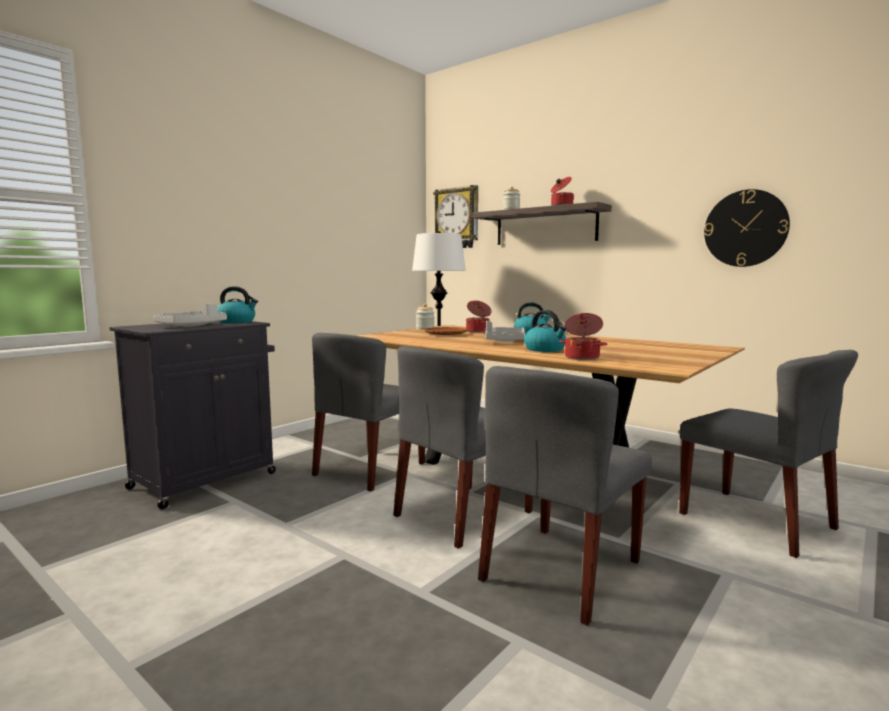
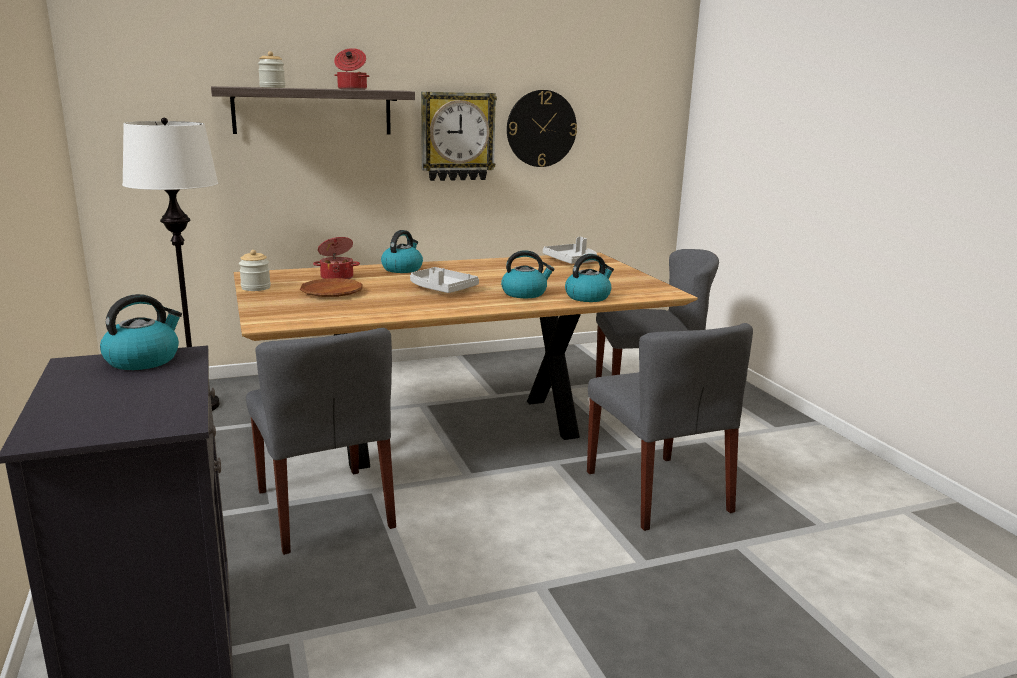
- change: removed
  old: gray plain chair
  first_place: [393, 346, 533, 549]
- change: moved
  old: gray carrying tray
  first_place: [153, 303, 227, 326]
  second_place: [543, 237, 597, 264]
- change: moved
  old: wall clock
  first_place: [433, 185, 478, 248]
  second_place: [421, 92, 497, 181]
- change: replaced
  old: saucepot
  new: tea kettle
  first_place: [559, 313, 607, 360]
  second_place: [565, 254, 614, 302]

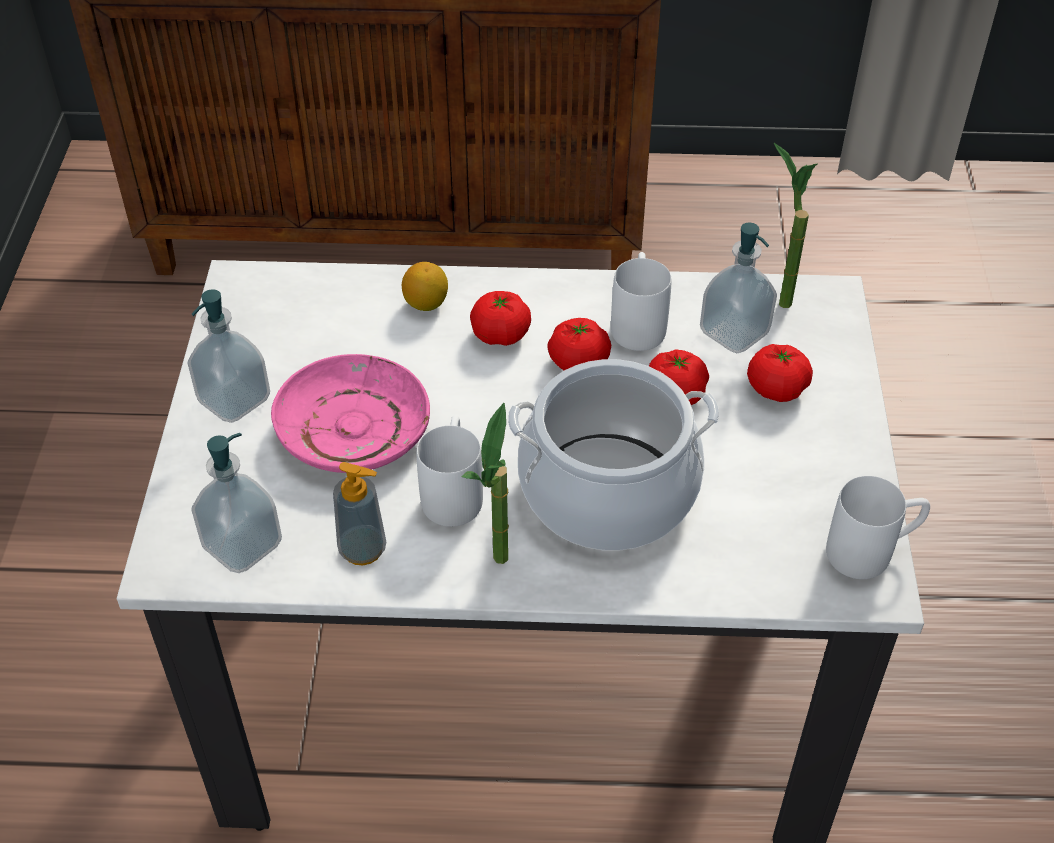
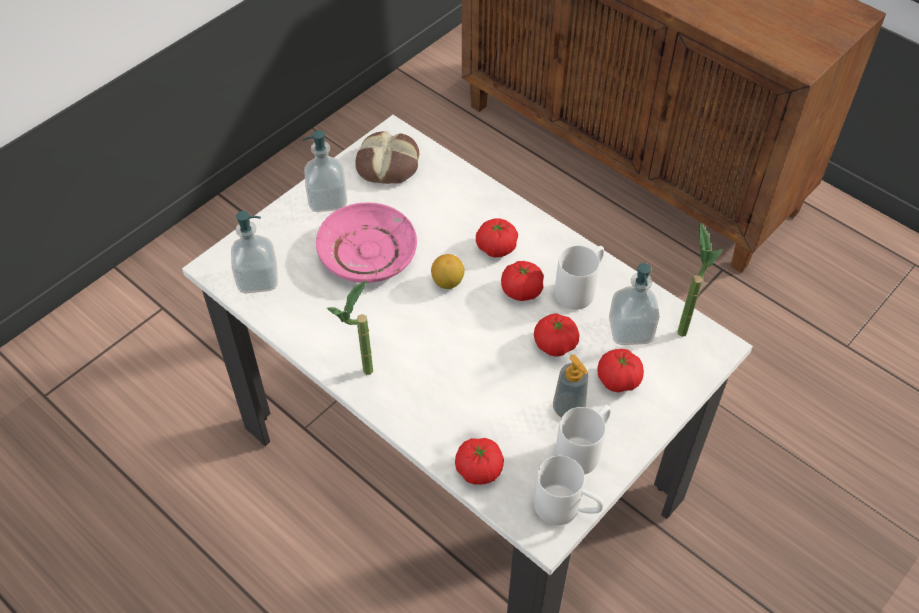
- change: removed
  old: saucepot
  first_place: [508, 359, 719, 551]
- change: added
  new: bakery bread
  second_place: [355, 131, 419, 184]
- change: added
  new: fresh tomato
  second_place: [455, 438, 504, 485]
- change: moved
  old: soap bottle
  first_place: [333, 462, 386, 565]
  second_place: [553, 355, 588, 418]
- change: moved
  old: whole lemon
  first_place: [402, 262, 448, 311]
  second_place: [431, 254, 465, 289]
- change: moved
  old: white-coloured tea mug
  first_place: [417, 415, 483, 527]
  second_place: [556, 405, 611, 475]

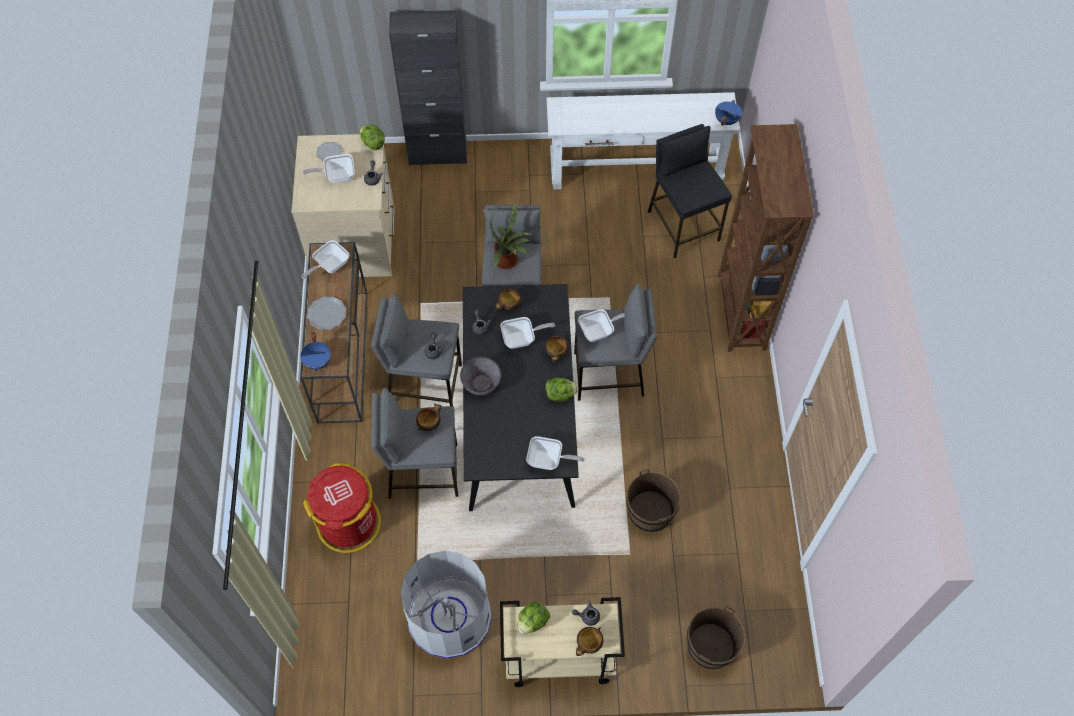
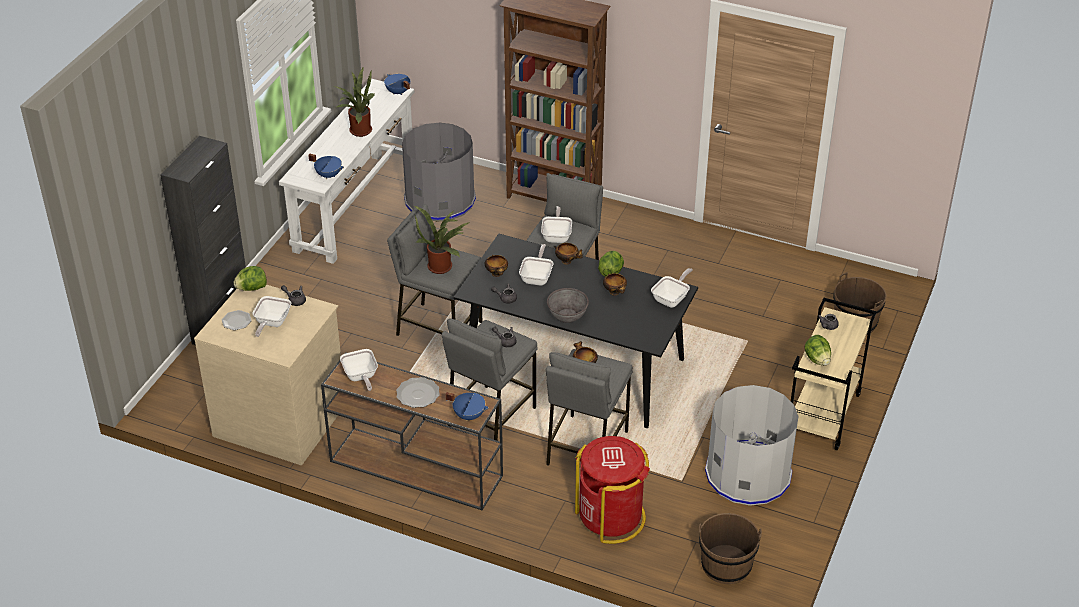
- change: added
  new: blue saucepot
  second_place: [308, 154, 344, 179]
- change: added
  new: plant in a pot
  second_place: [334, 67, 375, 137]
- change: moved
  old: deep dish
  first_place: [576, 627, 604, 656]
  second_place: [603, 273, 627, 296]
- change: moved
  old: brown-coloured water bucket
  first_place: [626, 469, 681, 532]
  second_place: [699, 513, 762, 584]
- change: replaced
  old: black-coloured sitting stool
  new: gray trash can
  first_place: [648, 124, 732, 258]
  second_place: [402, 122, 476, 221]

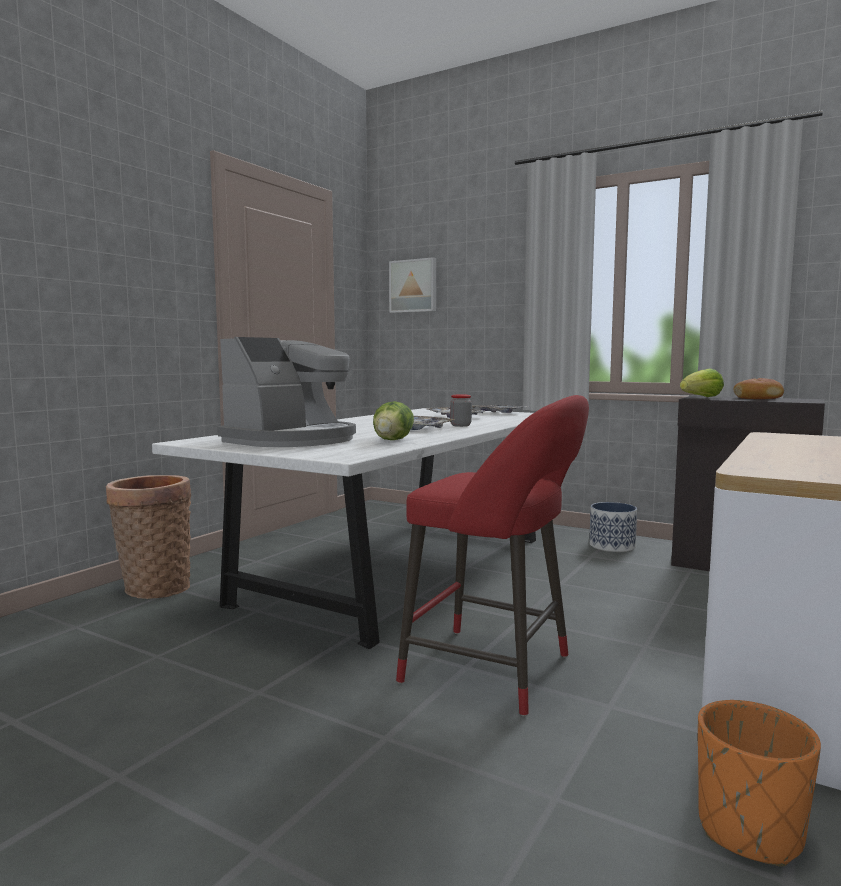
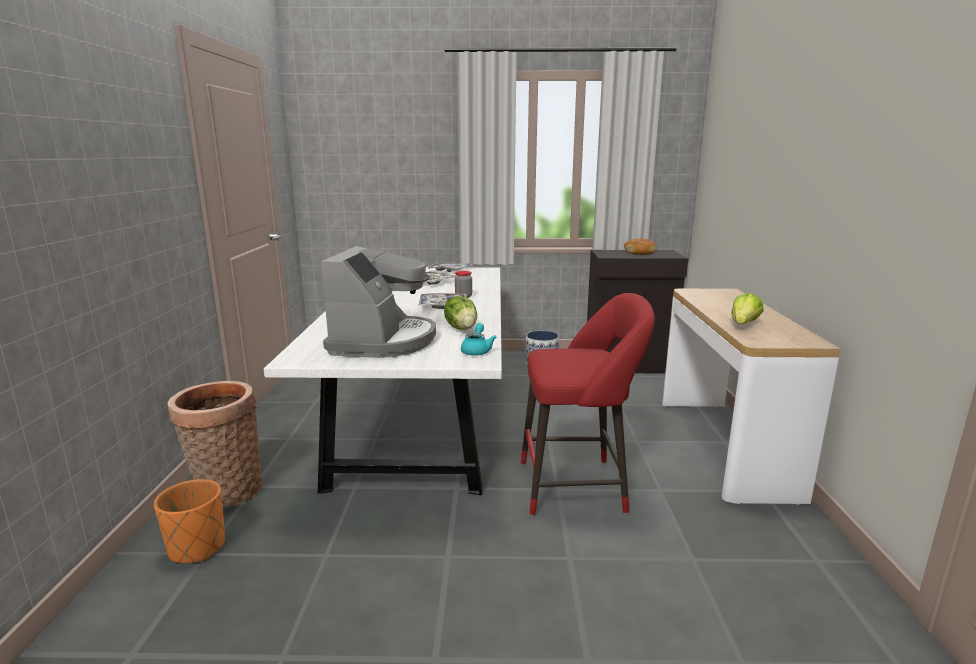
- change: removed
  old: wall art
  first_place: [389, 257, 436, 313]
- change: added
  new: blue-green pot for tea
  second_place: [461, 323, 497, 356]
- change: moved
  old: lettuce
  first_place: [680, 369, 724, 397]
  second_place: [731, 293, 764, 324]
- change: moved
  old: orange plant pot
  first_place: [698, 700, 821, 867]
  second_place: [154, 479, 225, 563]

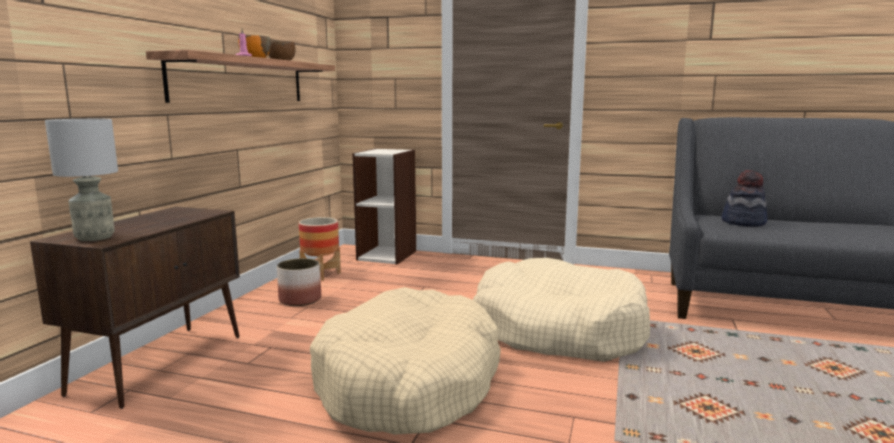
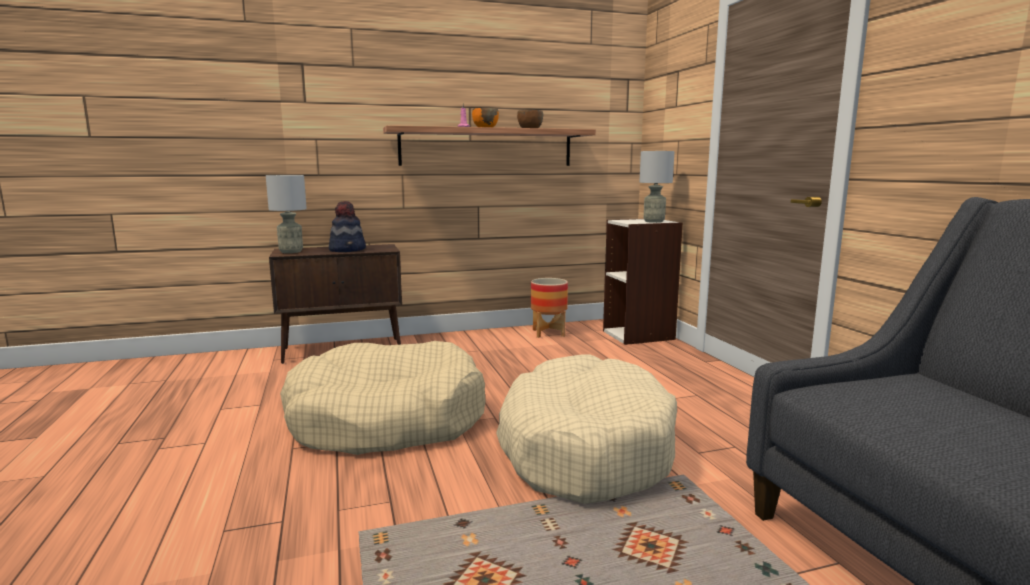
- change: removed
  old: plant pot
  first_place: [277, 258, 321, 306]
- change: added
  new: gray table lamp
  second_place: [639, 151, 674, 223]
- change: moved
  old: wearable hat
  first_place: [722, 170, 767, 227]
  second_place: [329, 201, 366, 252]

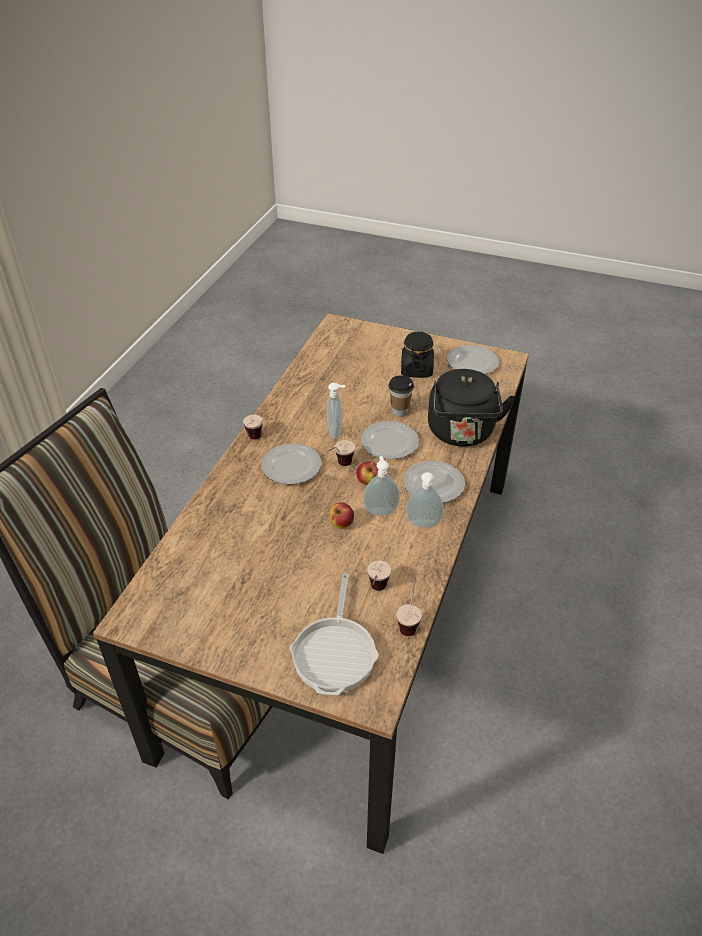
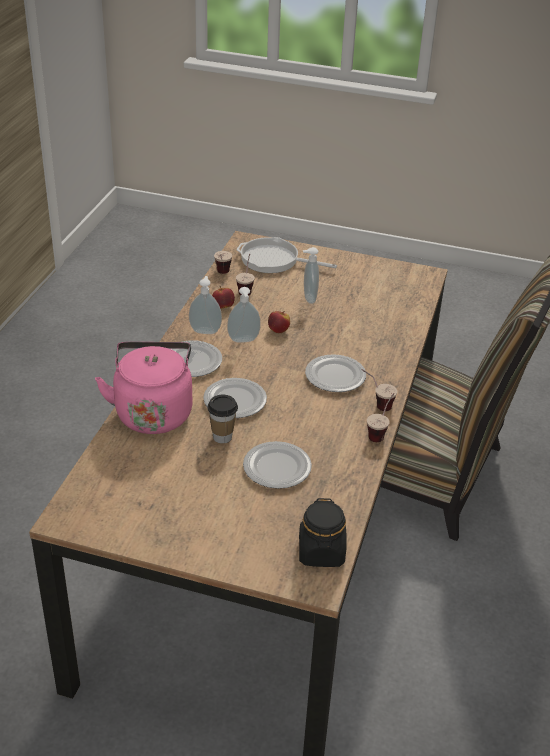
- change: moved
  old: soap bottle
  first_place: [327, 383, 345, 439]
  second_place: [303, 247, 319, 304]
- change: moved
  old: drinking cup
  first_place: [328, 440, 355, 466]
  second_place: [367, 393, 394, 442]
- change: moved
  old: apple fruit
  first_place: [356, 461, 378, 485]
  second_place: [212, 286, 235, 308]
- change: moved
  old: black-coloured storage jar
  first_place: [401, 331, 434, 378]
  second_place: [299, 498, 347, 567]
- change: moved
  old: plate
  first_place: [447, 345, 499, 374]
  second_place: [243, 441, 312, 489]
- change: recoloured
  old: black-coloured tea kettle
  new: pink-coloured tea kettle
  first_place: [428, 369, 515, 447]
  second_place: [95, 342, 193, 434]
- change: turned
  old: pan
  first_place: [290, 574, 379, 695]
  second_place: [237, 237, 337, 273]
  degrees: -75

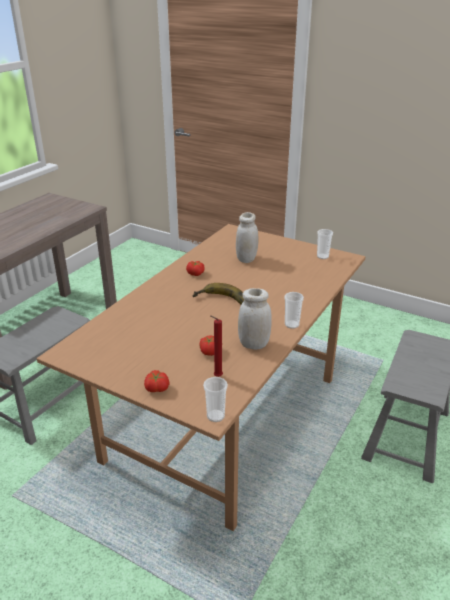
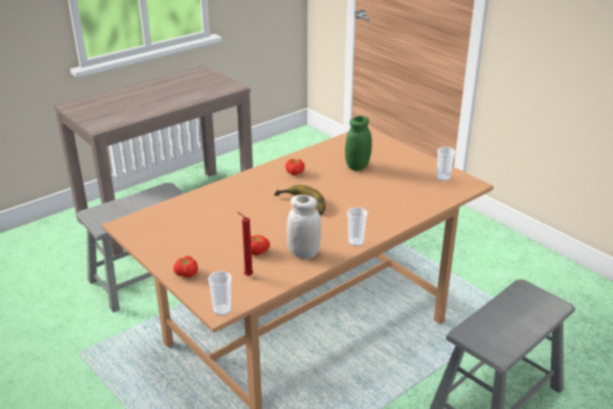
- change: recoloured
  old: white-coloured storage jar
  new: greenish storage jar
  first_place: [236, 212, 258, 263]
  second_place: [345, 116, 372, 171]

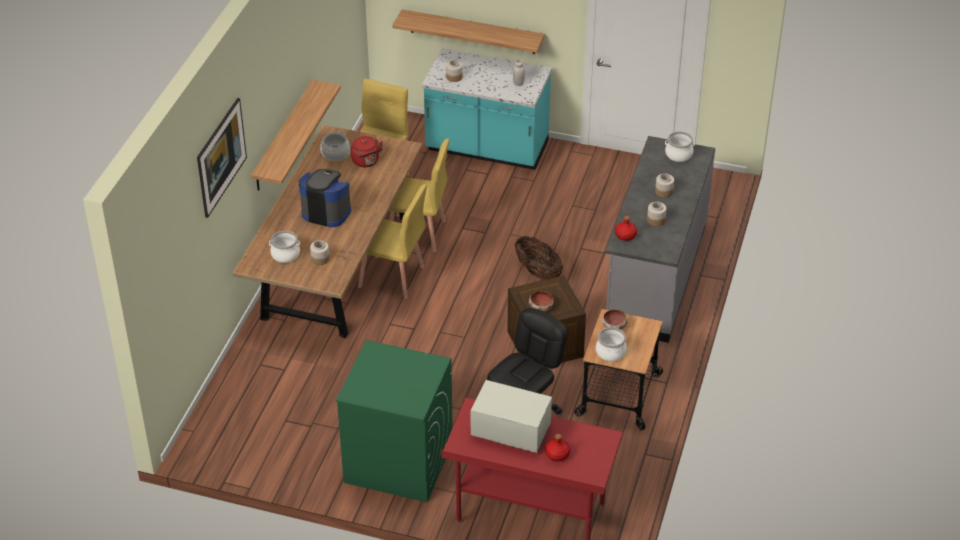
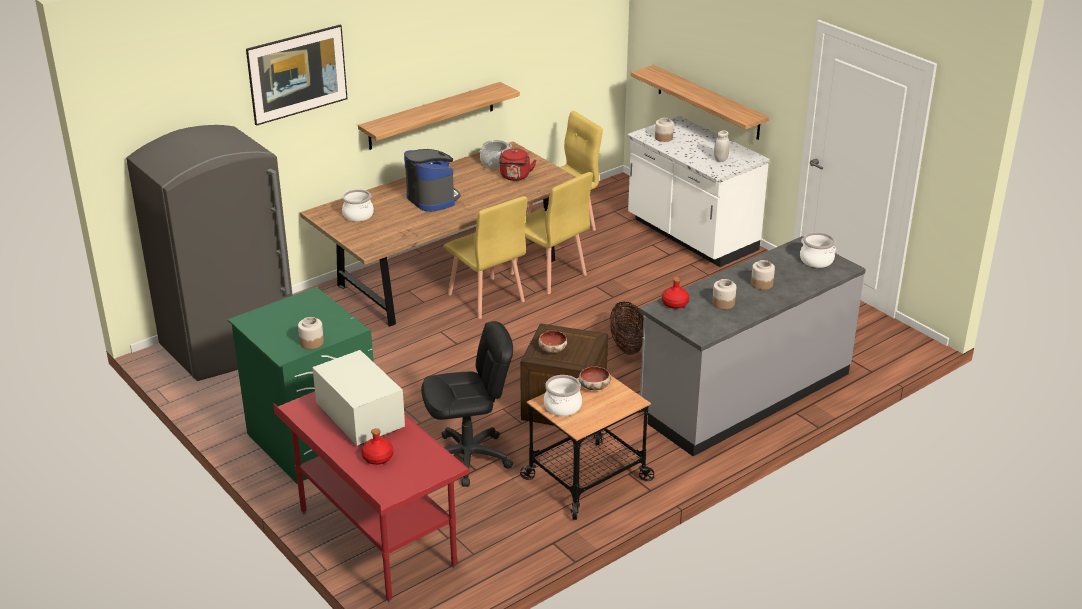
- change: added
  new: gray kitchen fridge
  second_place: [126, 125, 292, 381]
- change: moved
  old: storage jar
  first_place: [310, 240, 330, 265]
  second_place: [298, 317, 324, 349]
- change: recoloured
  old: blue-green counter
  new: white-coloured counter
  first_place: [422, 48, 552, 170]
  second_place: [627, 116, 770, 267]

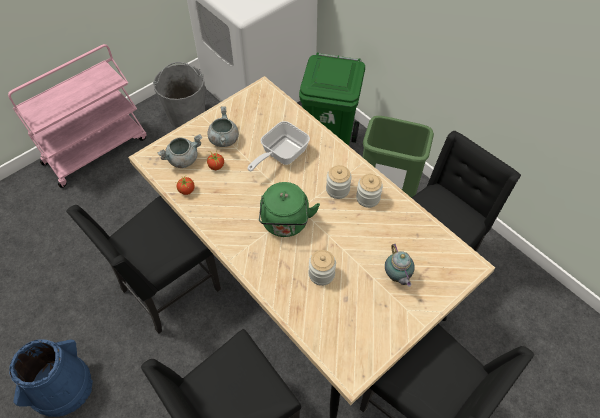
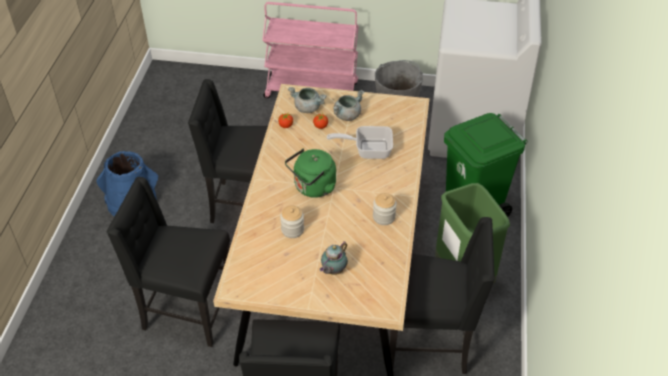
- change: removed
  old: storage jar
  first_place: [326, 165, 352, 199]

